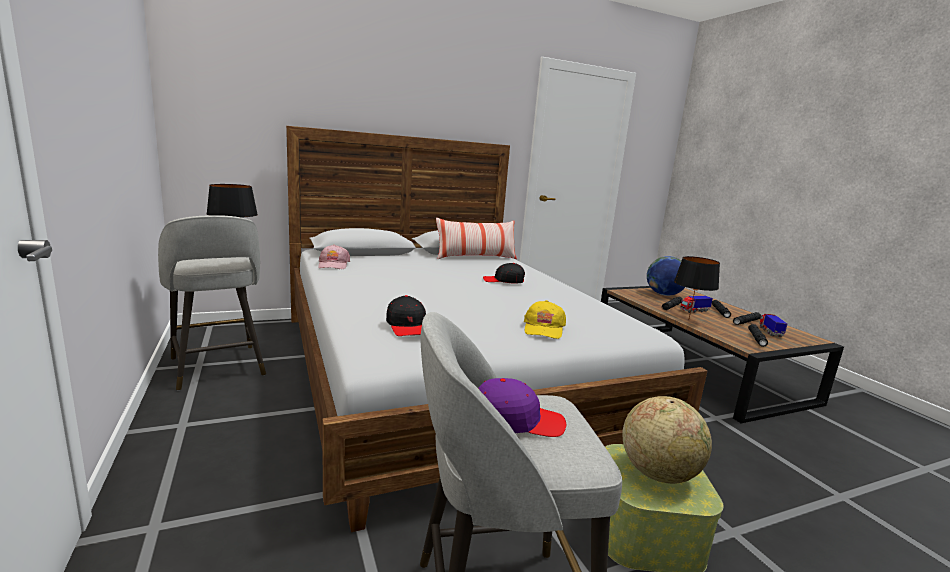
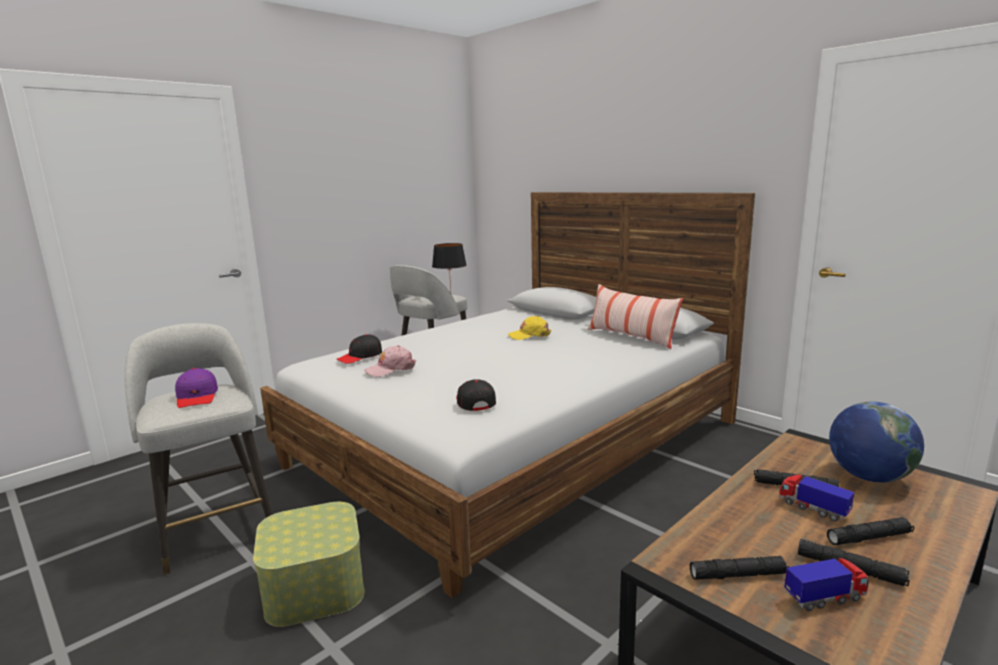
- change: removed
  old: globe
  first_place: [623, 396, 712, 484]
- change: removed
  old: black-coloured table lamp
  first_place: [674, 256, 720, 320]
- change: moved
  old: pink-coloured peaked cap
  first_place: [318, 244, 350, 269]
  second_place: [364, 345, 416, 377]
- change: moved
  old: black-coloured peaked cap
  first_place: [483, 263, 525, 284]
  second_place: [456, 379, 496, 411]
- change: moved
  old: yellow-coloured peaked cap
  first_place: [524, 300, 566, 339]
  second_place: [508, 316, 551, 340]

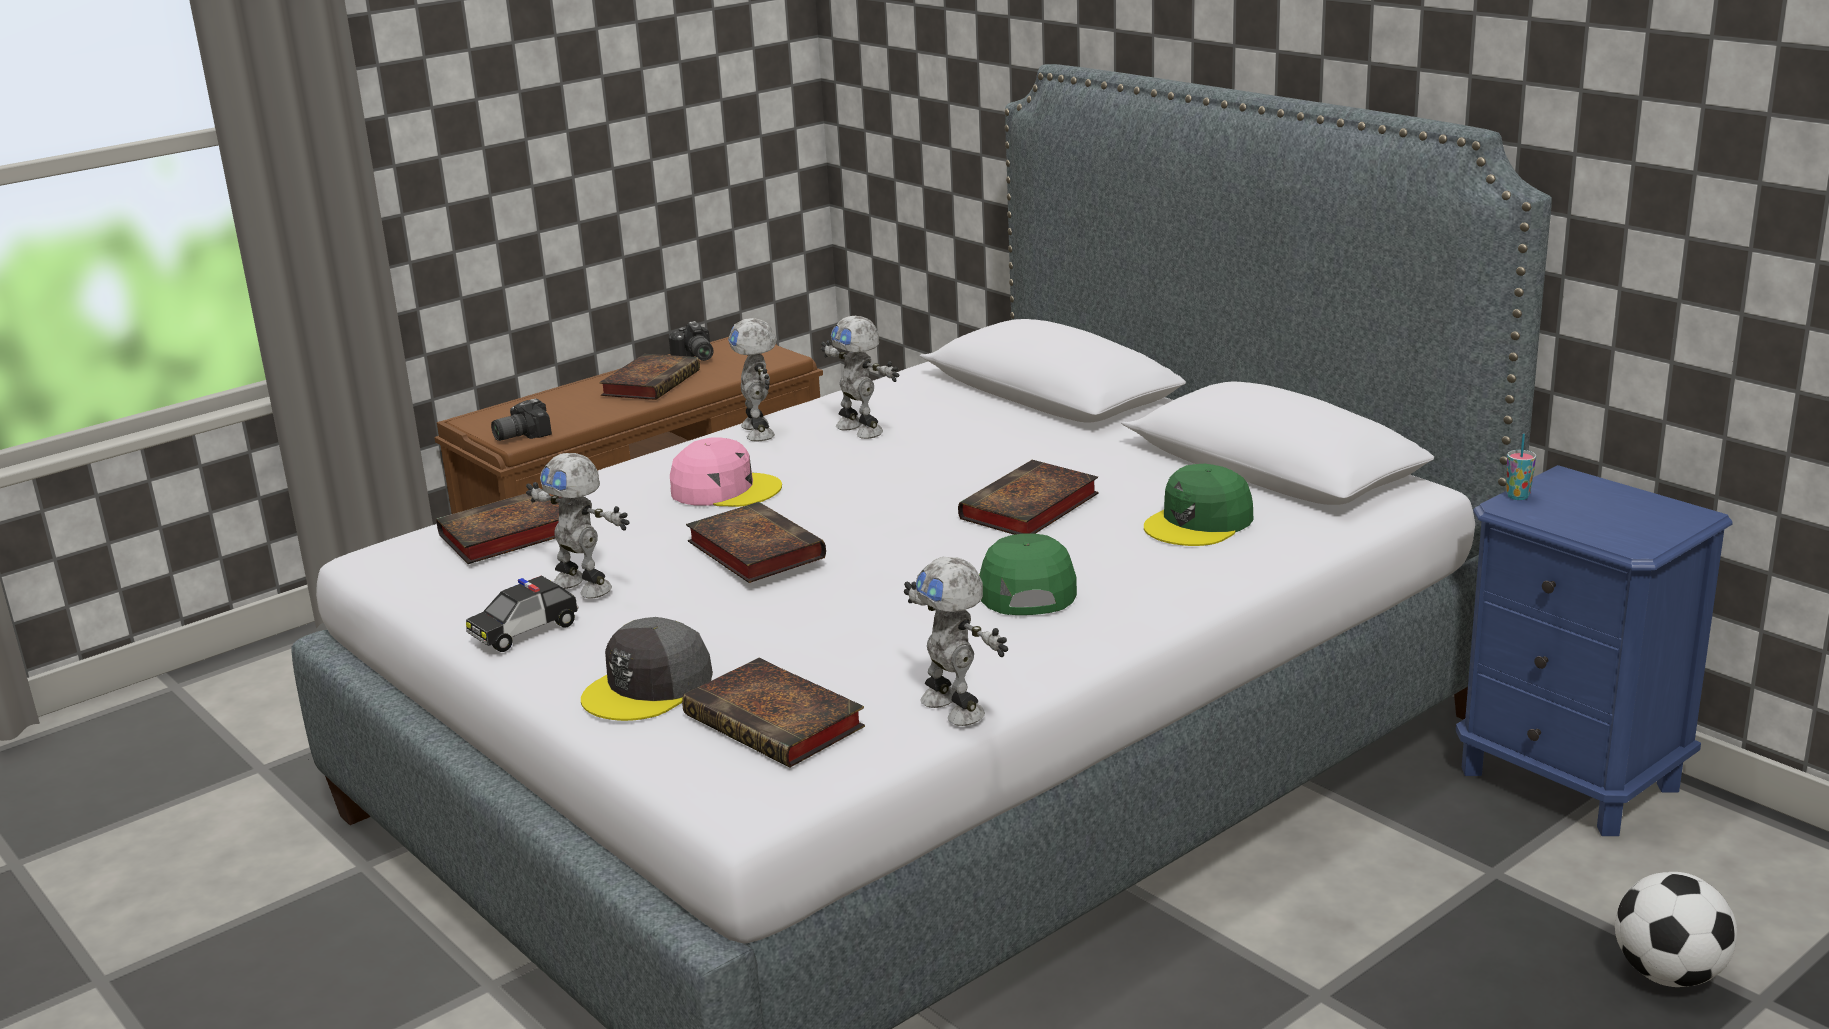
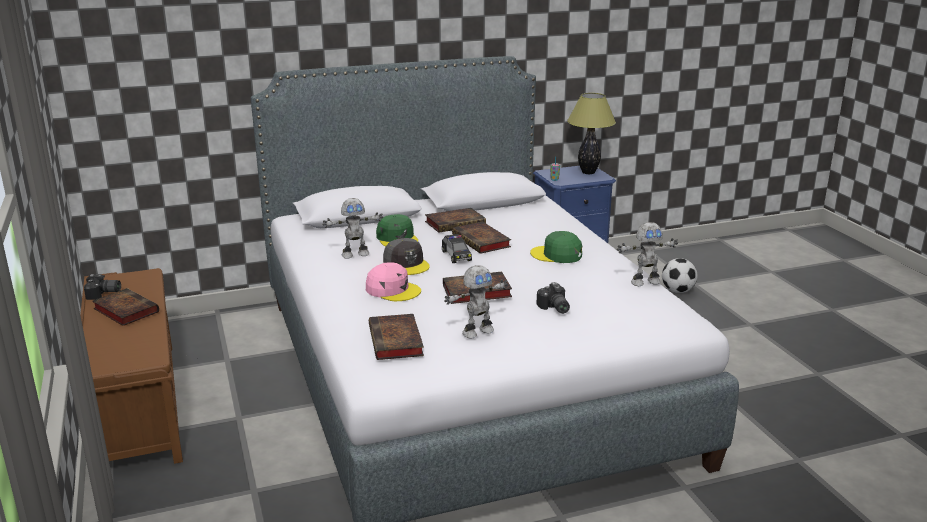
- change: removed
  old: model robot
  first_place: [728, 318, 777, 441]
- change: added
  new: table lamp
  second_place: [567, 93, 616, 174]
- change: moved
  old: miniature car
  first_place: [466, 576, 579, 652]
  second_place: [442, 234, 472, 263]
- change: moved
  old: still camera
  first_place: [491, 399, 552, 441]
  second_place: [537, 282, 570, 314]
- change: moved
  old: gray peaked cap
  first_place: [581, 617, 713, 721]
  second_place: [383, 238, 430, 275]
- change: moved
  old: volume
  first_place: [682, 658, 865, 768]
  second_place: [425, 208, 486, 233]
- change: moved
  old: greenish peaked cap
  first_place: [1144, 464, 1253, 546]
  second_place: [376, 214, 418, 247]
- change: turned
  old: pink-coloured peaked cap
  first_place: [670, 437, 782, 507]
  second_place: [366, 262, 421, 301]
  degrees: 90

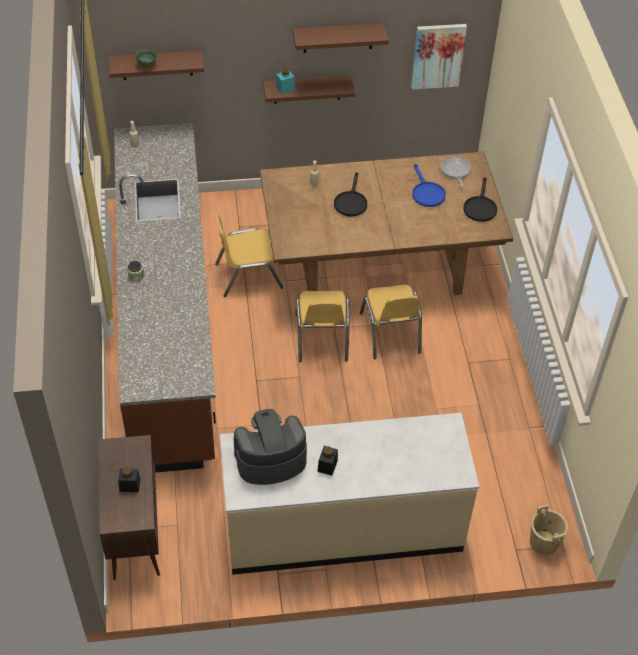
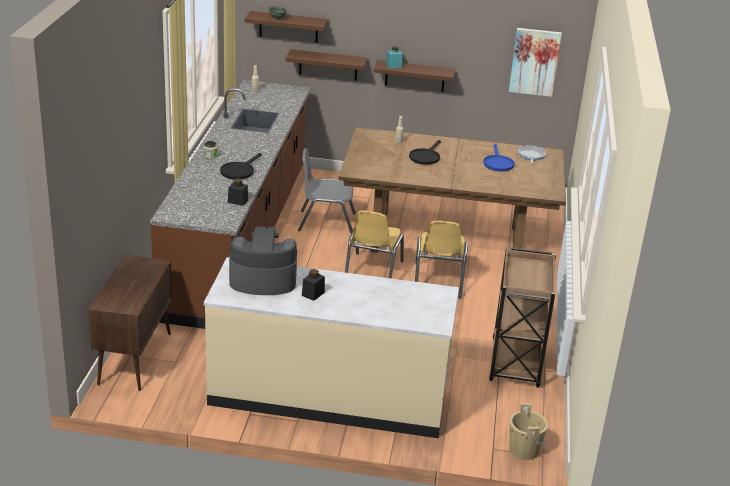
- change: added
  new: brown-coloured cart
  second_place: [489, 247, 556, 388]
- change: moved
  old: black-coloured storage jar
  first_place: [118, 466, 140, 492]
  second_place: [228, 179, 248, 206]
- change: moved
  old: brown-coloured shelf
  first_place: [293, 23, 389, 53]
  second_place: [285, 49, 368, 81]
- change: moved
  old: black-coloured pan
  first_place: [463, 177, 497, 222]
  second_place: [220, 153, 262, 179]
- change: recoloured
  old: yellow-coloured plain chair
  new: gray plain chair
  first_place: [215, 213, 283, 297]
  second_place: [298, 148, 356, 233]

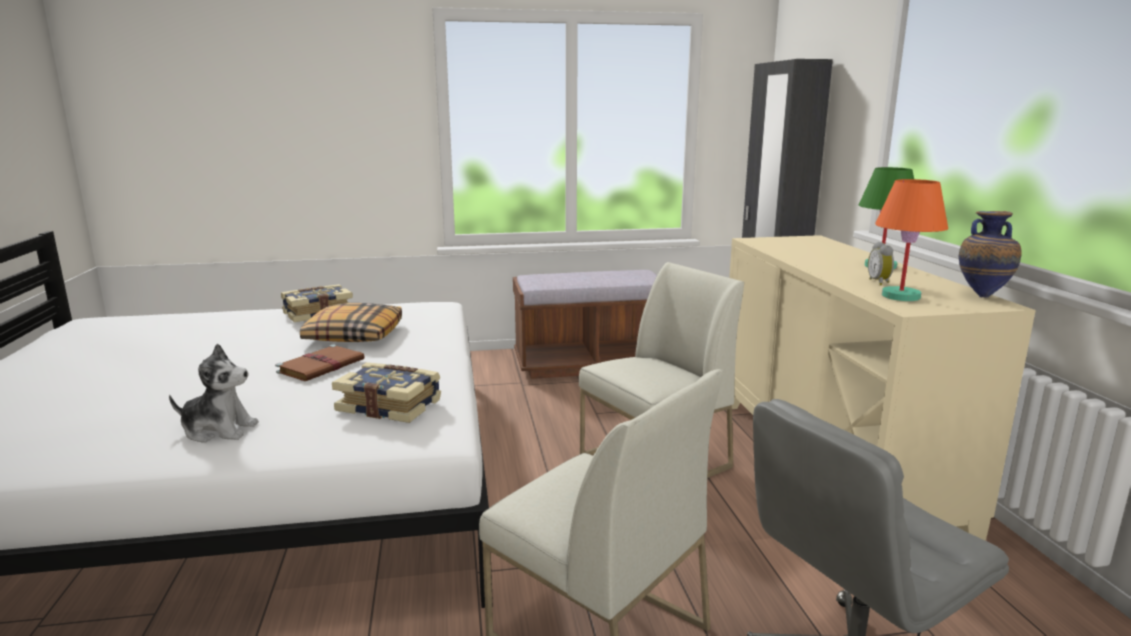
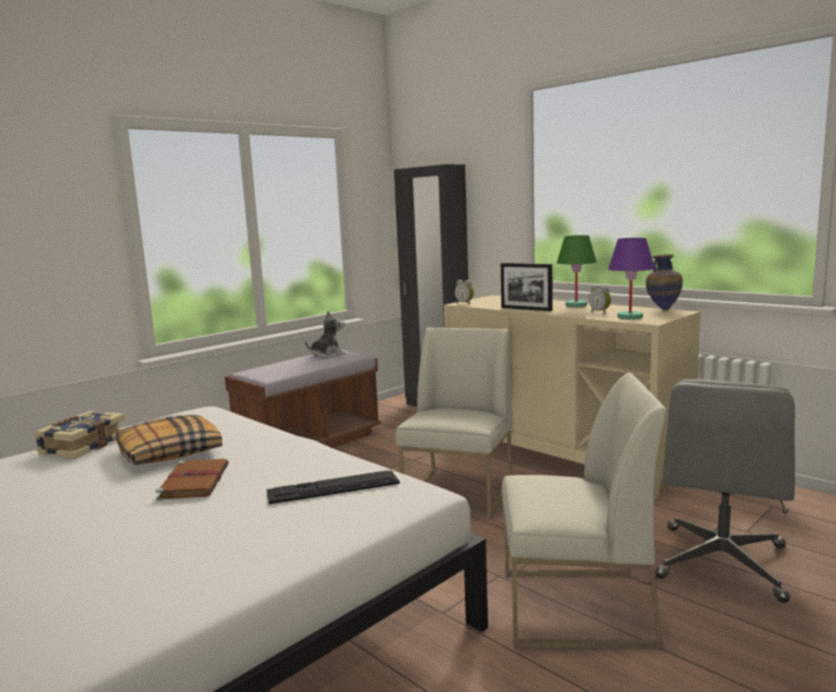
- change: added
  new: table clock
  second_place: [455, 280, 474, 305]
- change: added
  new: photo frame
  second_place: [501, 263, 552, 311]
- change: moved
  old: cuddly toy
  first_place: [169, 344, 259, 443]
  second_place: [305, 311, 346, 358]
- change: replaced
  old: volume
  new: PC keyboard
  first_place: [332, 362, 441, 423]
  second_place: [266, 470, 400, 504]
- change: recoloured
  old: orange table lamp
  new: purplish table lamp
  first_place: [875, 179, 948, 301]
  second_place: [608, 238, 655, 319]

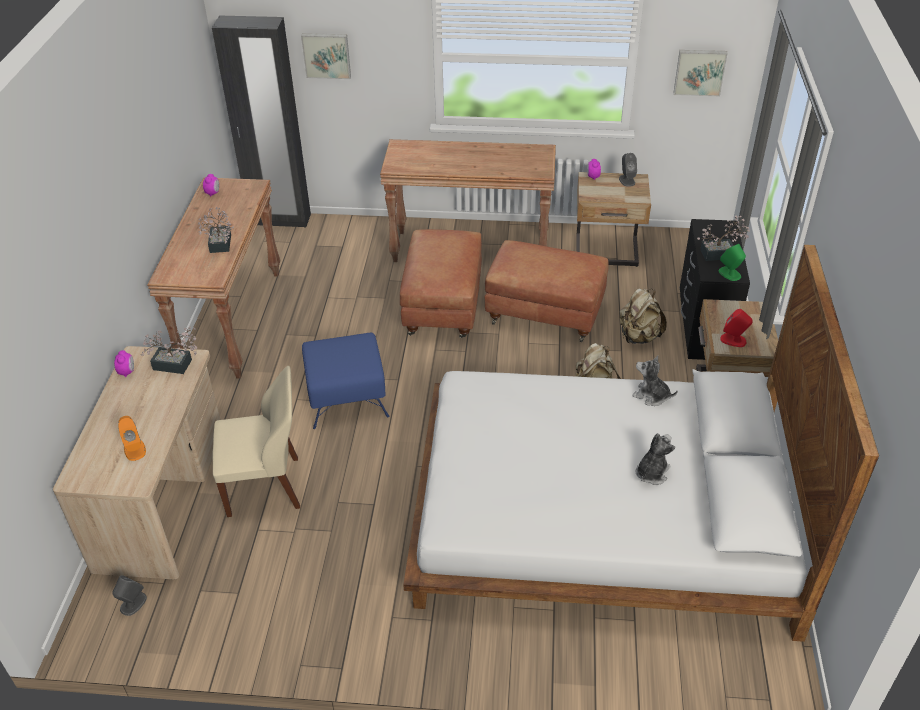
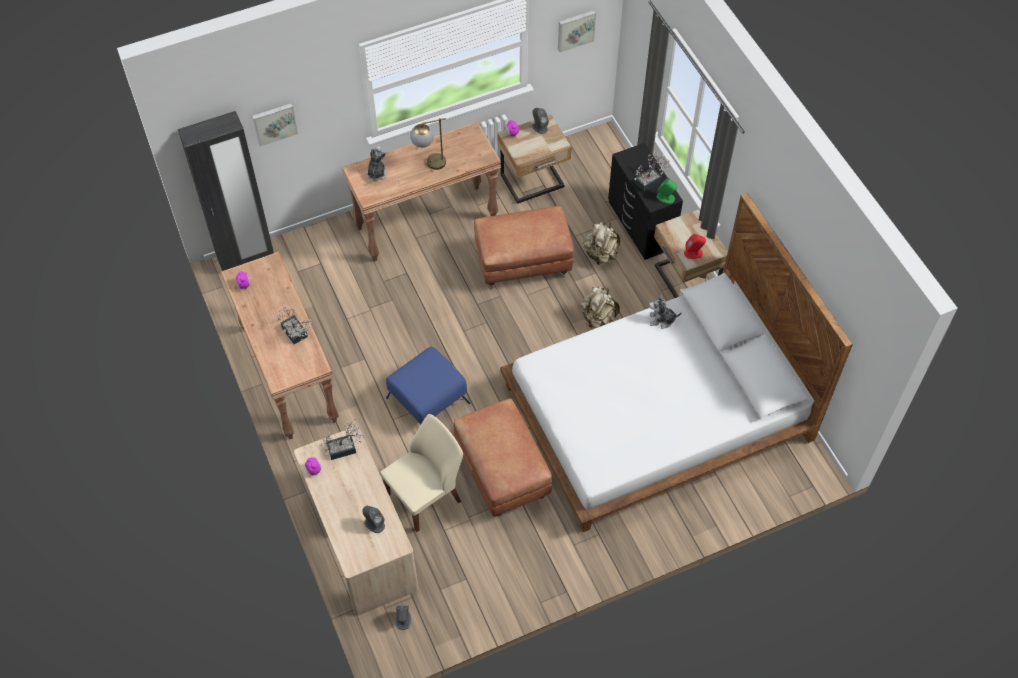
- change: added
  new: table lamp
  second_place: [410, 118, 446, 170]
- change: moved
  old: brown-coloured footrest
  first_place: [400, 229, 482, 338]
  second_place: [454, 398, 552, 517]
- change: moved
  old: cuddly toy
  first_place: [635, 433, 675, 485]
  second_place: [366, 146, 387, 181]
- change: recoloured
  old: orange loudspeaker
  new: gray loudspeaker
  first_place: [118, 416, 146, 461]
  second_place: [362, 506, 385, 533]

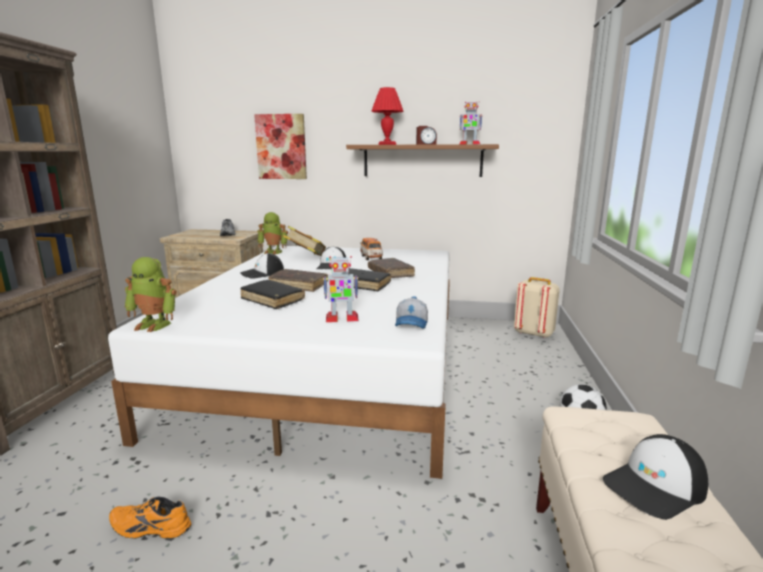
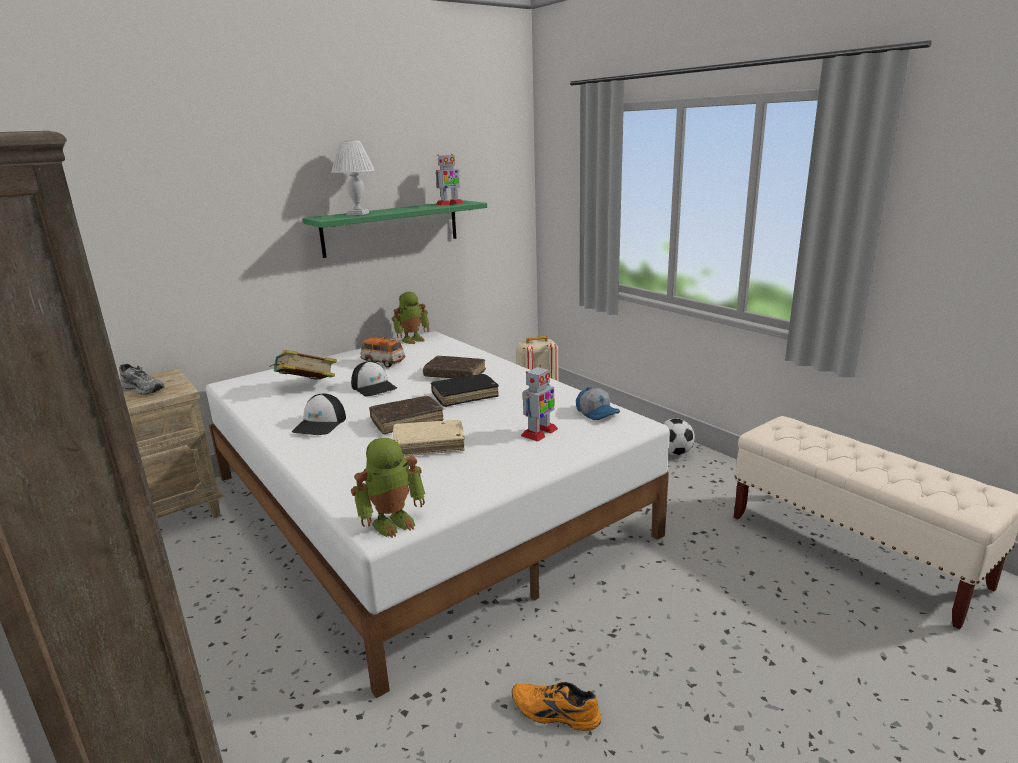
- change: removed
  old: wall art
  first_place: [254, 114, 307, 179]
- change: removed
  old: table clock
  first_place: [416, 126, 437, 145]
- change: removed
  old: peaked cap
  first_place: [603, 434, 708, 520]
- change: moved
  old: model robot
  first_place: [257, 212, 288, 255]
  second_place: [392, 292, 430, 344]
- change: recoloured
  old: black-coloured volume
  new: sand-coloured volume
  first_place: [240, 280, 305, 309]
  second_place: [393, 420, 465, 457]
- change: recoloured
  old: brown-coloured shelf
  new: greenish shelf
  first_place: [346, 144, 499, 177]
  second_place: [302, 200, 487, 258]
- change: recoloured
  old: red-coloured table lamp
  new: white-coloured table lamp
  first_place: [371, 87, 404, 145]
  second_place: [332, 141, 375, 215]
- change: turned
  old: orange low shoe
  first_place: [109, 497, 191, 539]
  second_place: [512, 682, 601, 731]
  degrees: 60

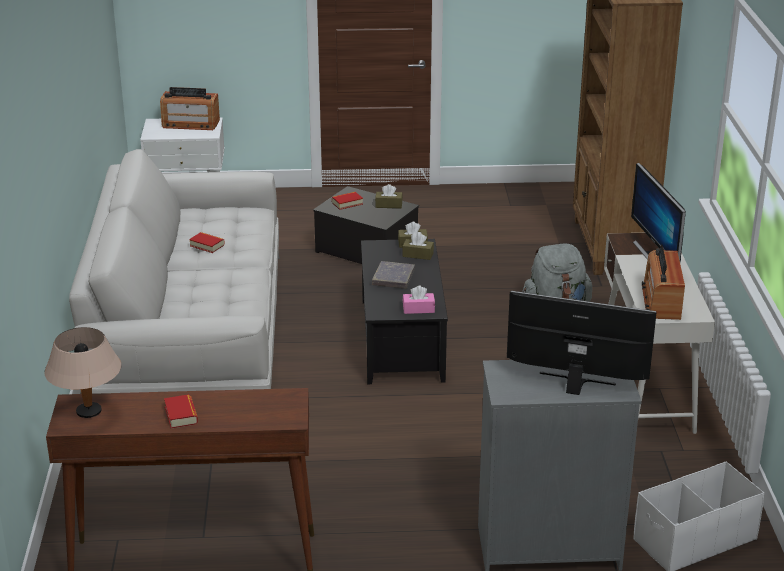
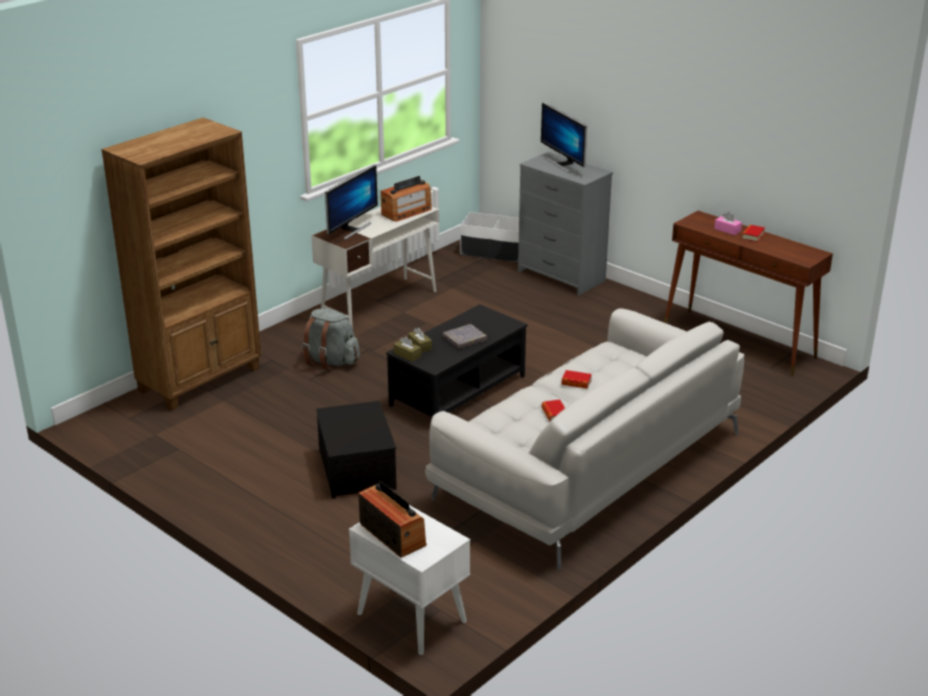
- change: removed
  old: sand-coloured table lamp
  first_place: [45, 327, 122, 418]
- change: removed
  old: brown-coloured tissue holder
  first_place: [375, 184, 403, 208]
- change: moved
  old: volume
  first_place: [332, 192, 363, 210]
  second_place: [561, 370, 592, 389]
- change: moved
  old: pink-coloured tissue holder
  first_place: [403, 286, 435, 314]
  second_place: [714, 212, 742, 235]

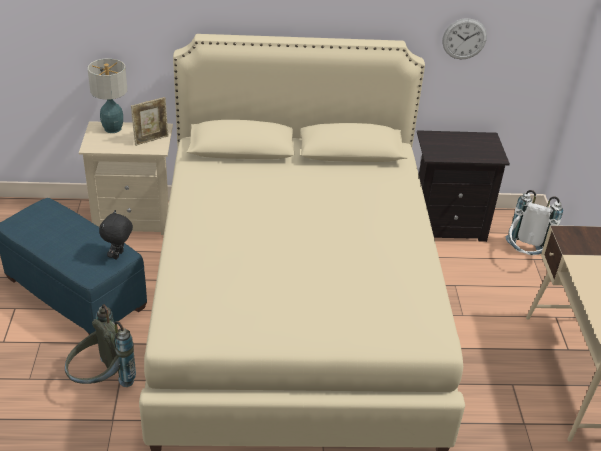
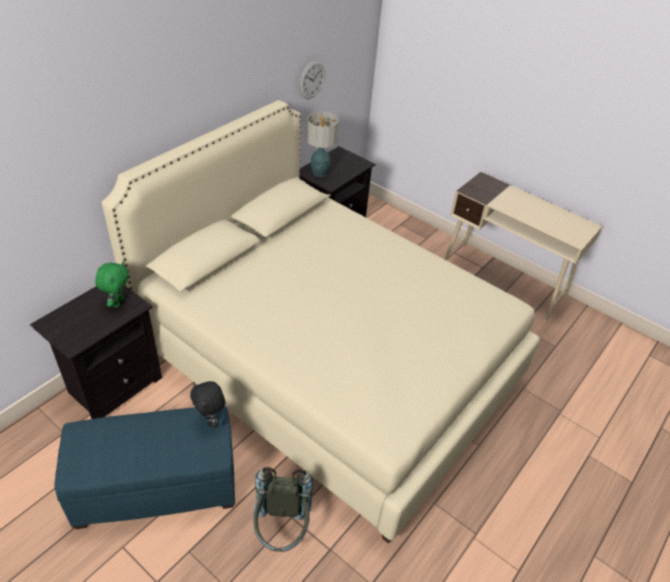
- change: removed
  old: white-coloured backpack
  first_place: [506, 190, 563, 255]
- change: moved
  old: table lamp
  first_place: [88, 58, 127, 133]
  second_place: [306, 112, 339, 177]
- change: replaced
  old: photo frame
  new: greenish cuddly toy
  first_place: [131, 97, 168, 146]
  second_place: [95, 261, 129, 307]
- change: recoloured
  old: sand-coloured night table
  new: black-coloured night table
  first_place: [79, 121, 173, 235]
  second_place: [30, 286, 162, 419]

